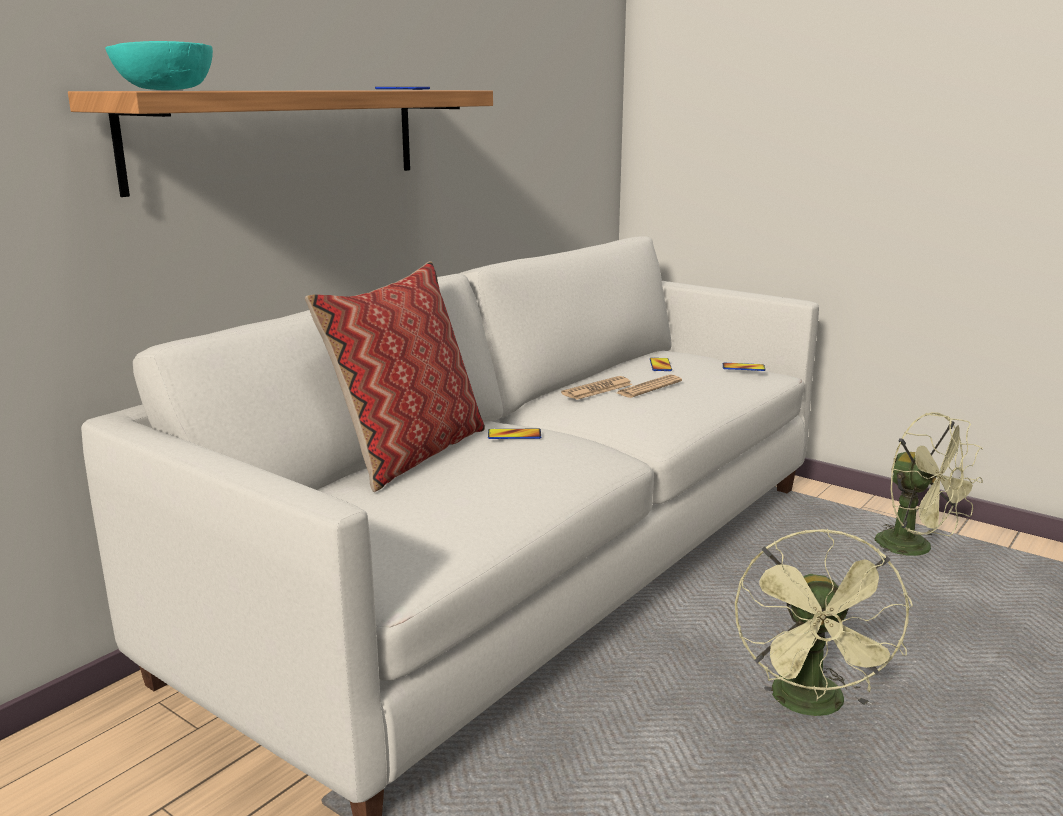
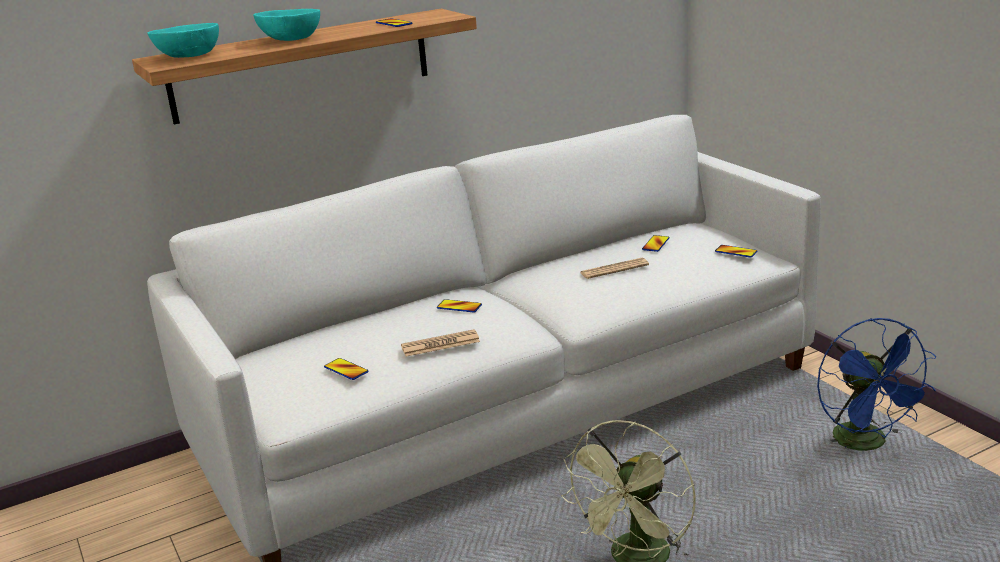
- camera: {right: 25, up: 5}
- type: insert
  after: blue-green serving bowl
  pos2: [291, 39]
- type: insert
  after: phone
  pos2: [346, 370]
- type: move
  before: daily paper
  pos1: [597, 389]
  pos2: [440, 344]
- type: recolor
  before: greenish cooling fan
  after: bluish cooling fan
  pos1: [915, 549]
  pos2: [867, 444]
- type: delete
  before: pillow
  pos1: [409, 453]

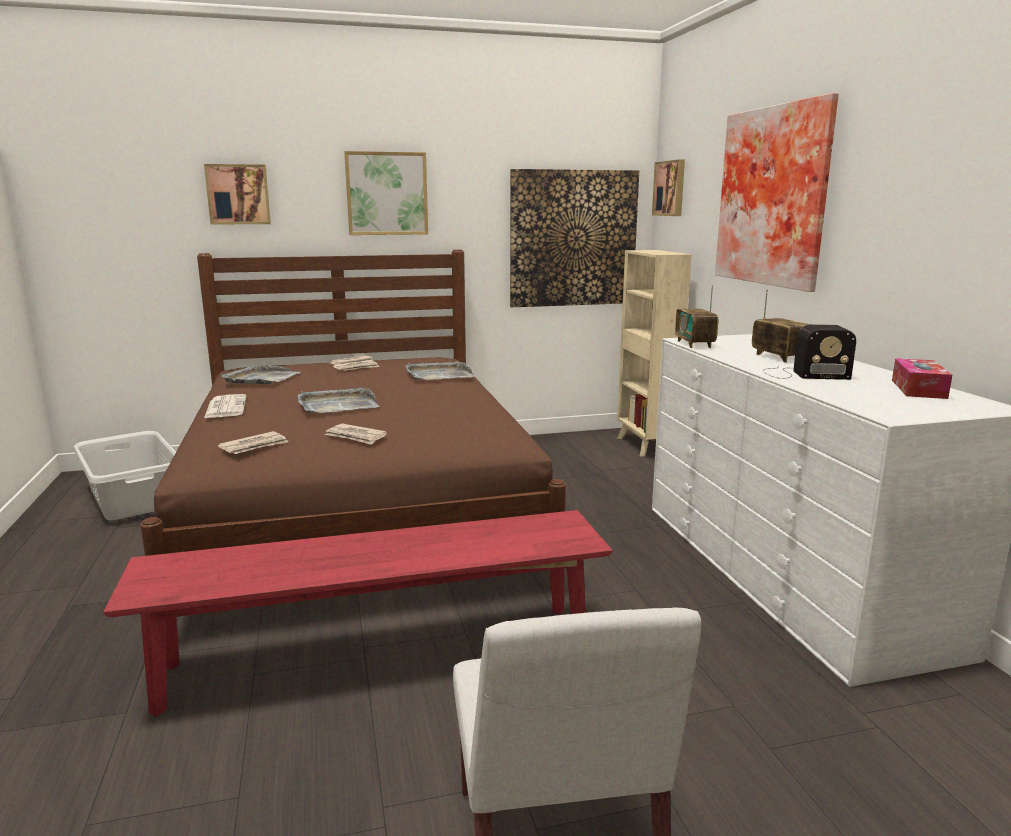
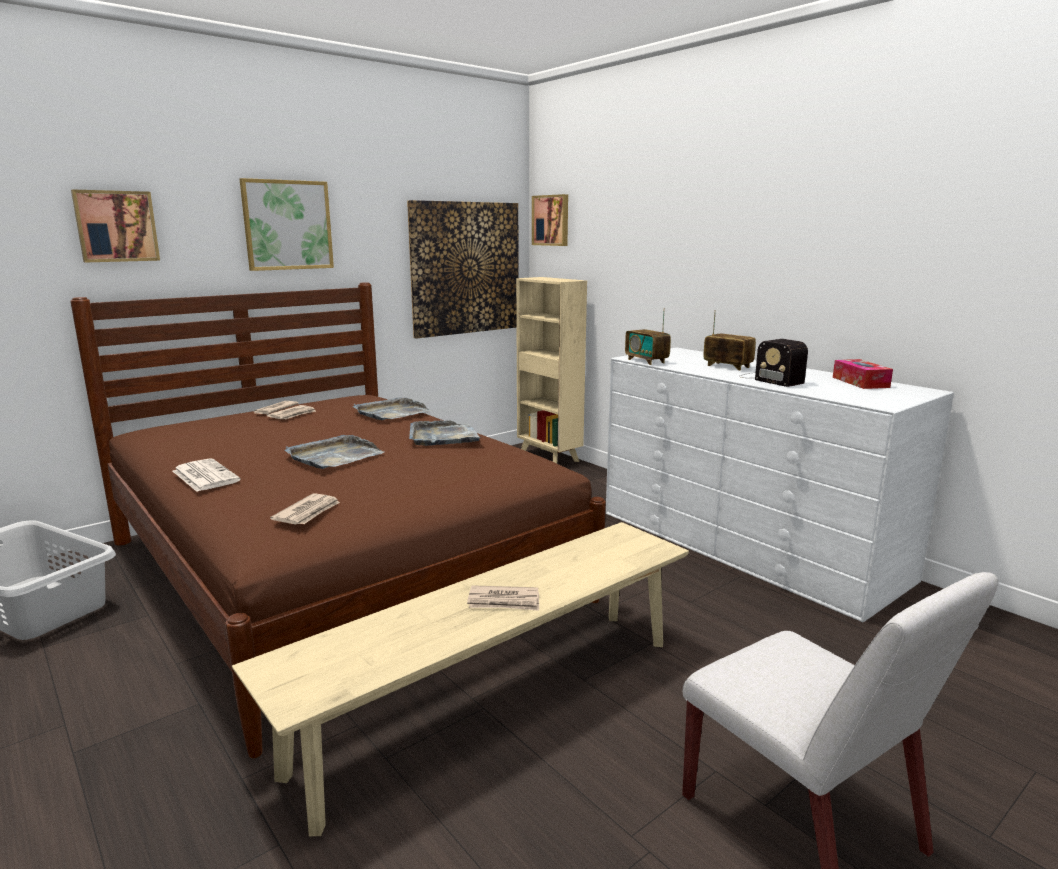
- camera: {right: -25, up: 0}
- type: recolor
  before: red-coloured bench
  after: beige-coloured bench
  pos1: [380, 656]
  pos2: [496, 702]
- type: move
  before: greyish tray
  pos1: [262, 378]
  pos2: [443, 436]
- type: move
  before: daily paper
  pos1: [356, 436]
  pos2: [504, 601]
- type: rotate
  before: radio set
  pos1: [802, 374]
  pos2: [769, 379]
  turn: 75
- type: delete
  before: wall picture
  pos1: [776, 196]

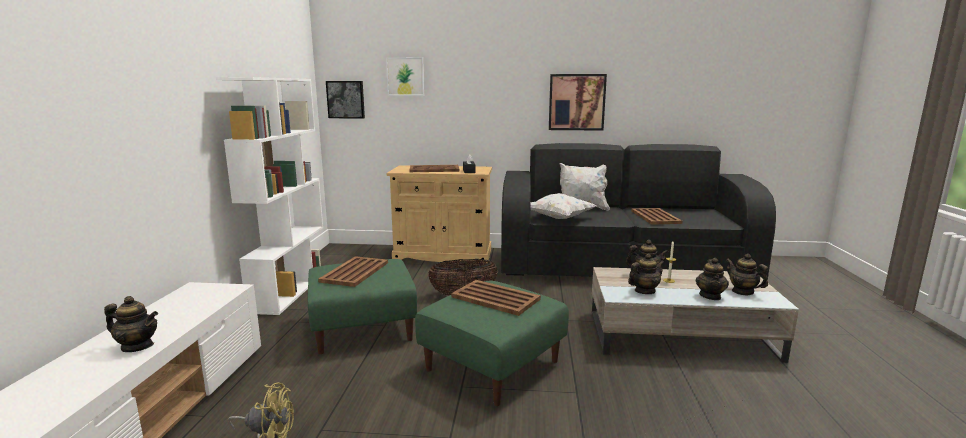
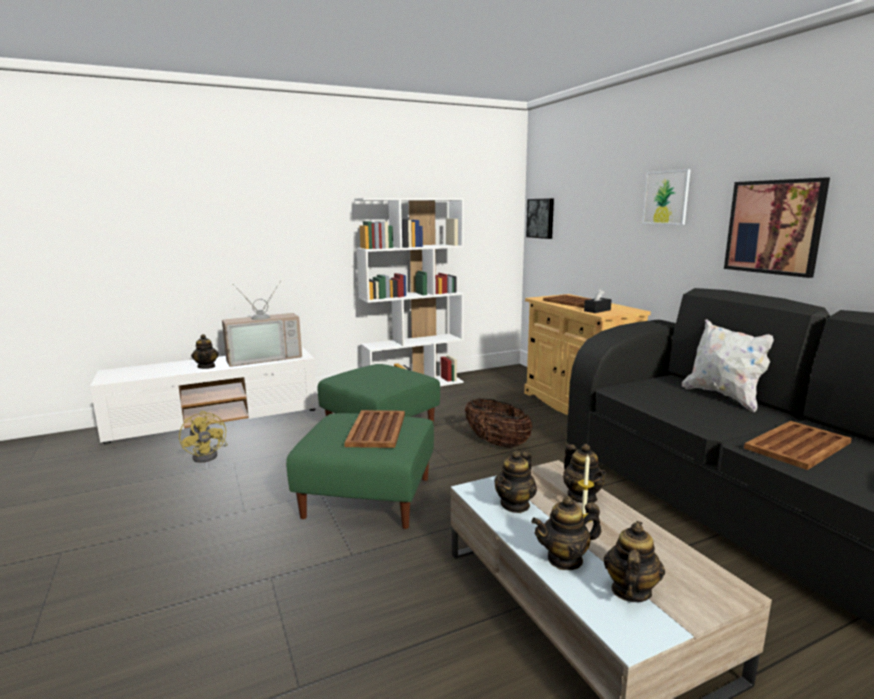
- camera: {right: 60, up: 0}
- type: insert
  after: TV
  pos2: [264, 358]
- type: rotate
  before: tea pot
  pos1: [644, 291]
  pos2: [515, 505]
  turn: 90
- type: move
  before: wall picture
  pos1: [405, 76]
  pos2: [666, 197]
- type: delete
  before: brownish tray
  pos1: [354, 272]
- type: delete
  before: white pillow
  pos1: [558, 218]

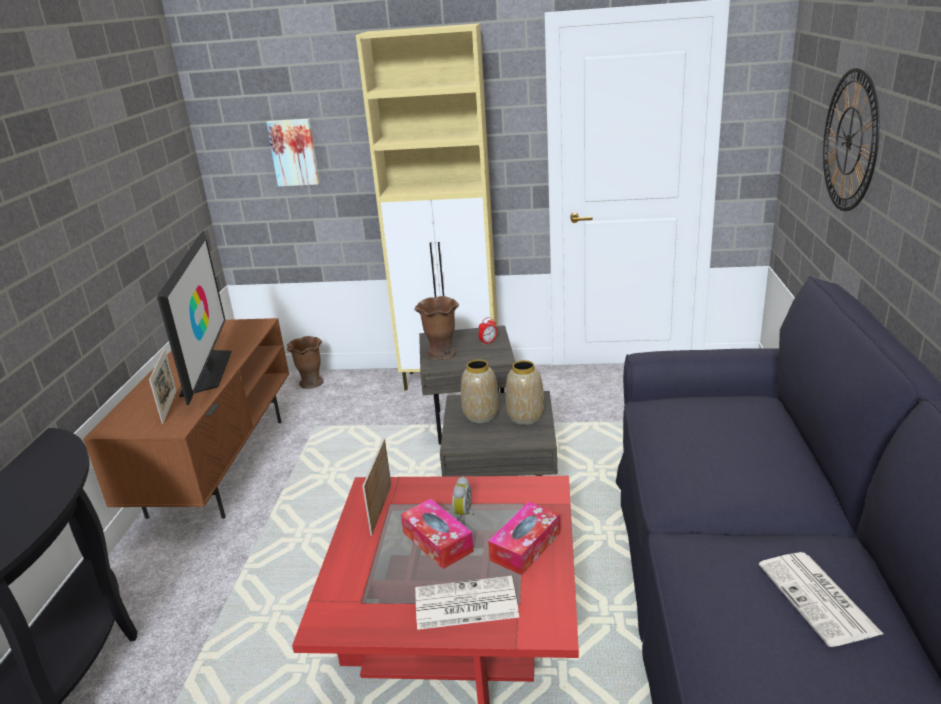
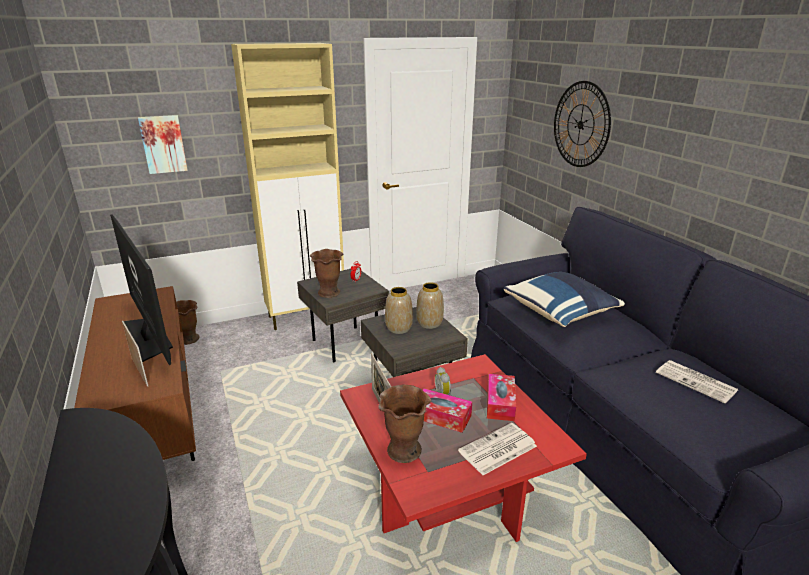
- camera: {right: -30, up: 0}
- type: insert
  after: brownish decorative vase
  pos2: [404, 450]
- type: insert
  after: bluish pillow
  pos2: [561, 313]

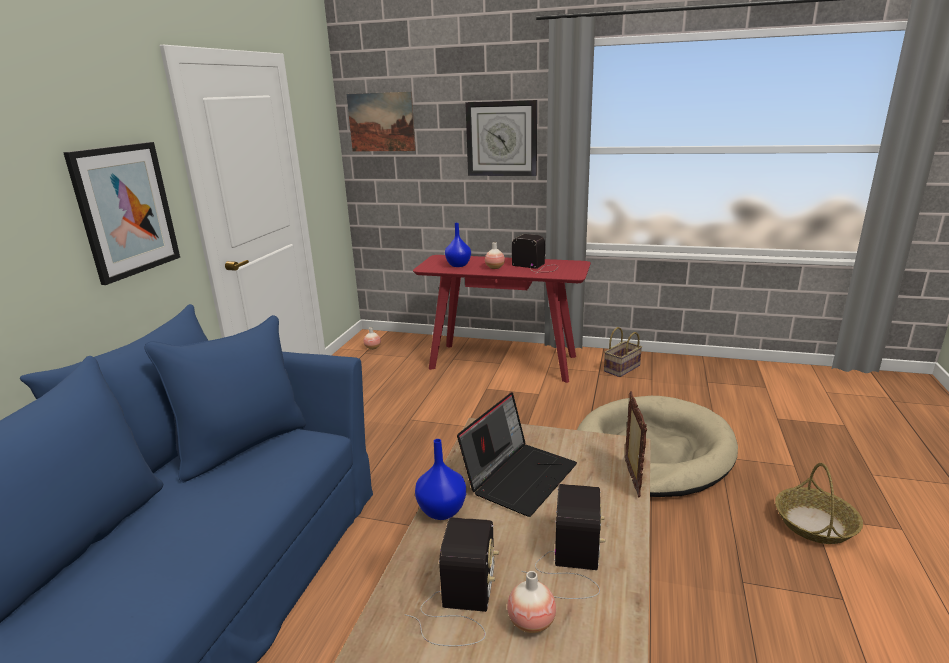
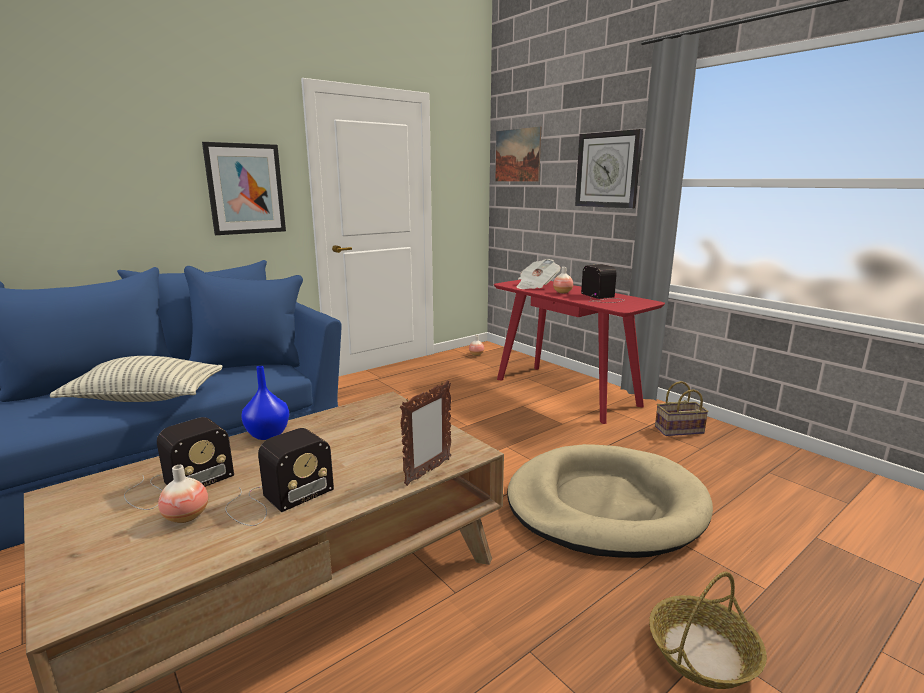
- camera: {right: 35, up: -5}
- type: insert
  after: pillow
  pos2: [146, 398]
- type: replace
  before: bluish decorative vase
  after: daily paper
  pos1: [458, 265]
  pos2: [536, 286]
- type: delete
  before: portable computer
  pos1: [519, 476]

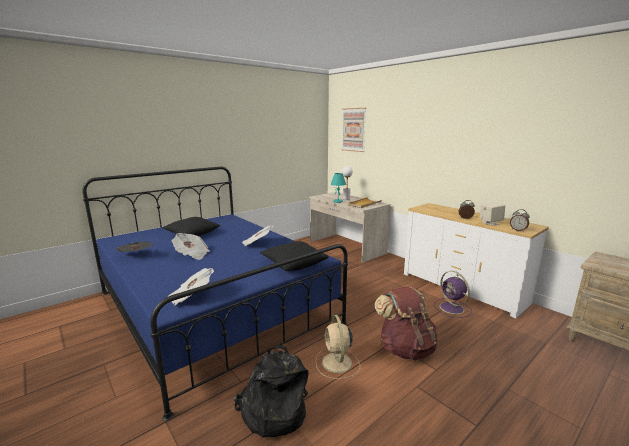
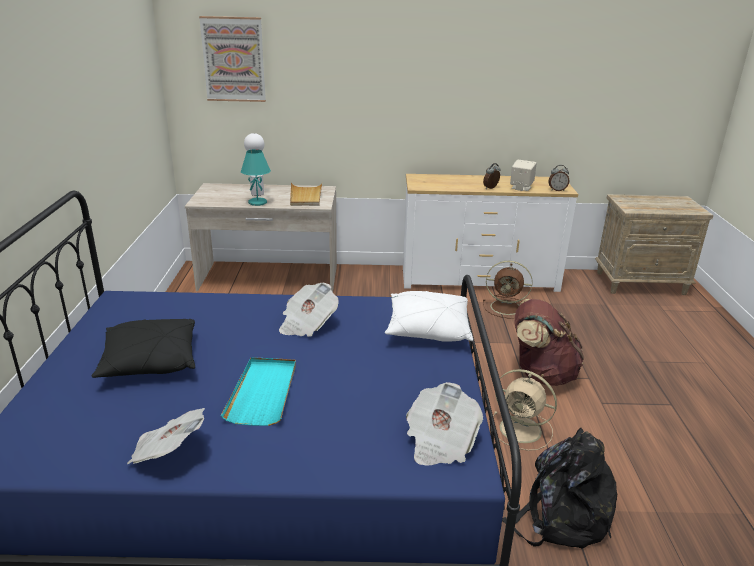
- camera: {right: -50, up: 10}
- type: replace
  before: daily paper
  after: blue-green tray
  pos1: [192, 254]
  pos2: [263, 393]
- type: recolor
  before: blackish pillow
  after: white pillow
  pos1: [293, 264]
  pos2: [427, 329]
- type: recolor
  before: purple-coloured cooling fan
  after: brownish cooling fan
  pos1: [452, 308]
  pos2: [507, 308]

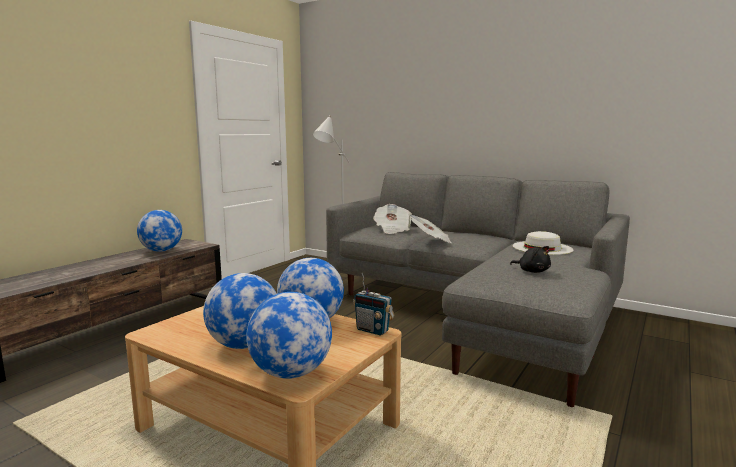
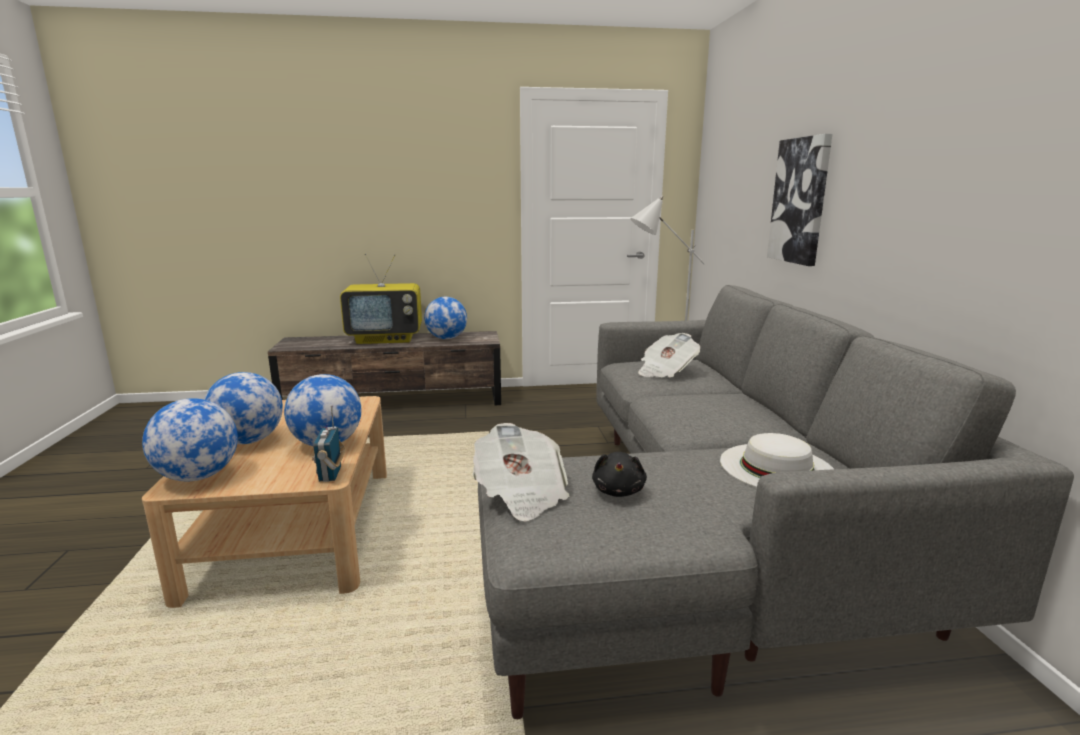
- camera: {right: 50, up: 5}
- type: insert
  after: TV
  pos2: [386, 339]
- type: move
  before: daily paper
  pos1: [430, 240]
  pos2: [521, 494]
- type: insert
  after: wall picture
  pos2: [800, 201]

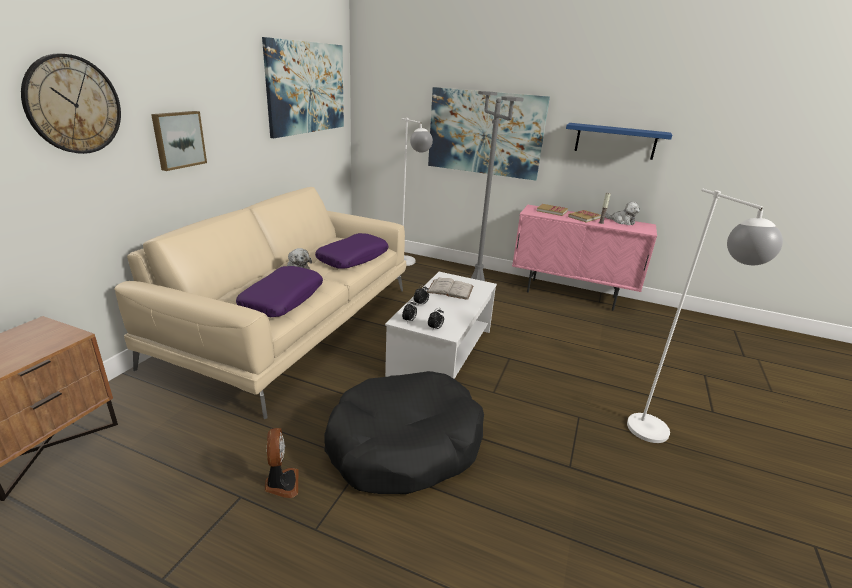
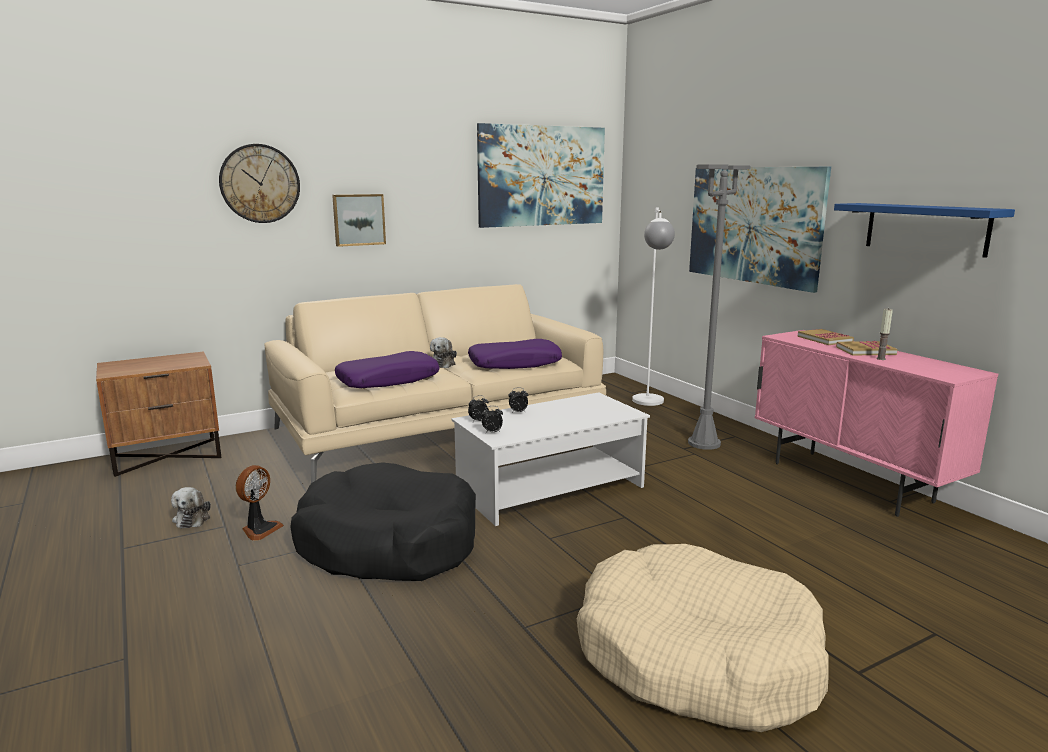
- camera: {right: 40, up: -10}
- type: move
  before: plush toy
  pos1: [621, 221]
  pos2: [192, 518]
- type: replace
  before: white standard lamp
  after: beige-coloured pet bed
  pos1: [658, 439]
  pos2: [696, 657]
- type: delete
  before: white bound book
  pos1: [450, 289]

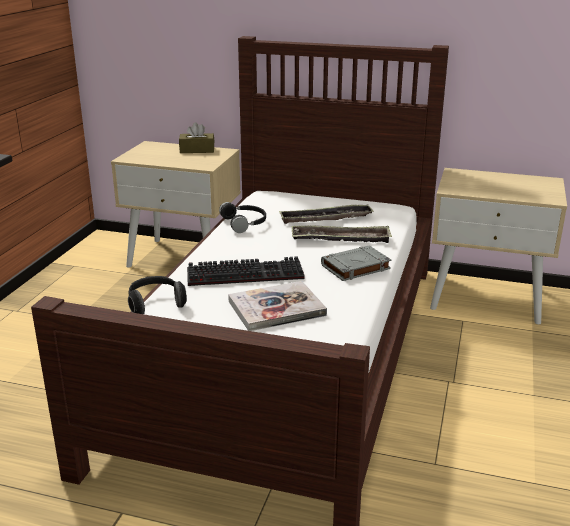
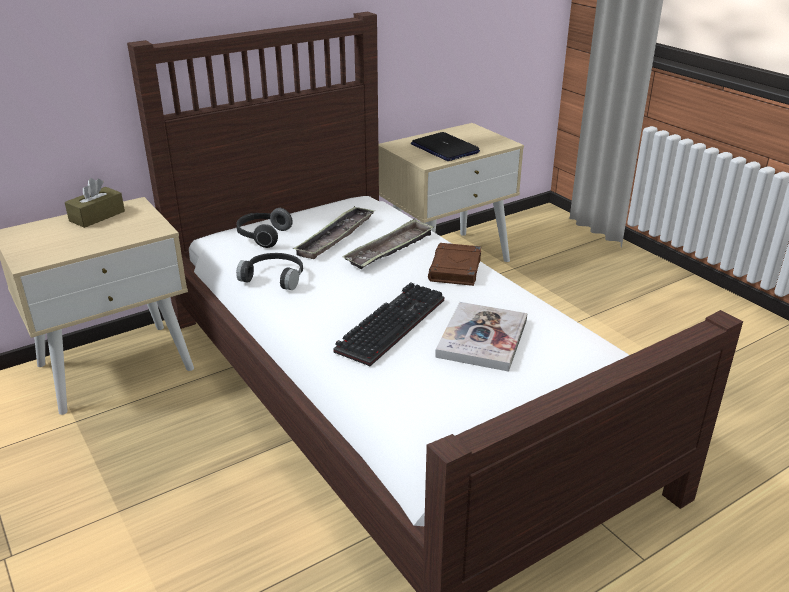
- camera: {right: -50, up: 5}
- type: move
  before: headphones
  pos1: [155, 304]
  pos2: [263, 237]
- type: insert
  after: portable computer
  pos2: [444, 148]
- type: recolor
  before: greyish bound book
  after: brownish bound book
  pos1: [355, 267]
  pos2: [455, 269]

